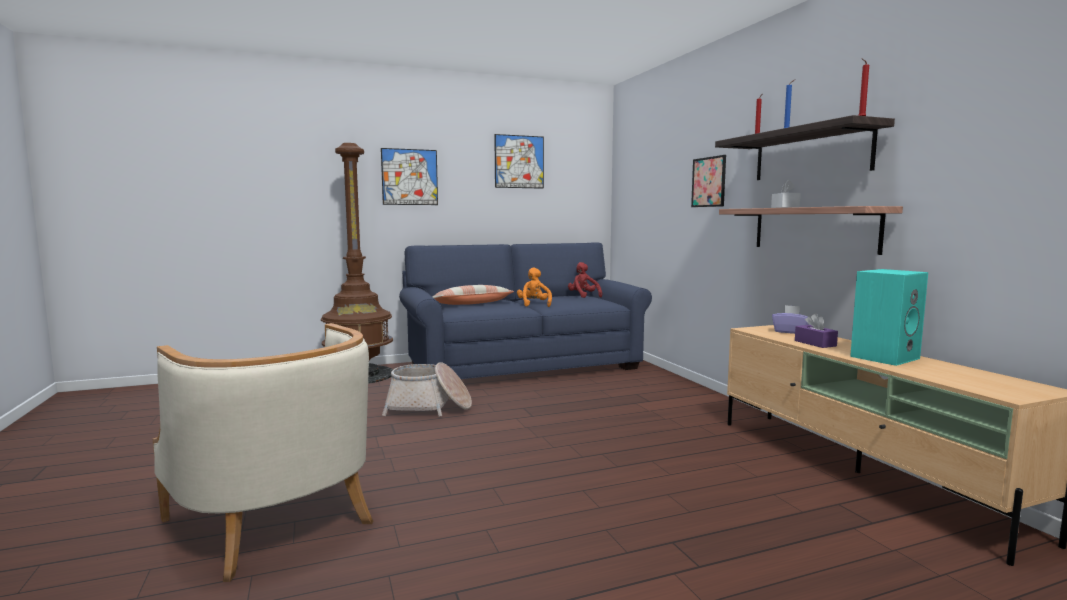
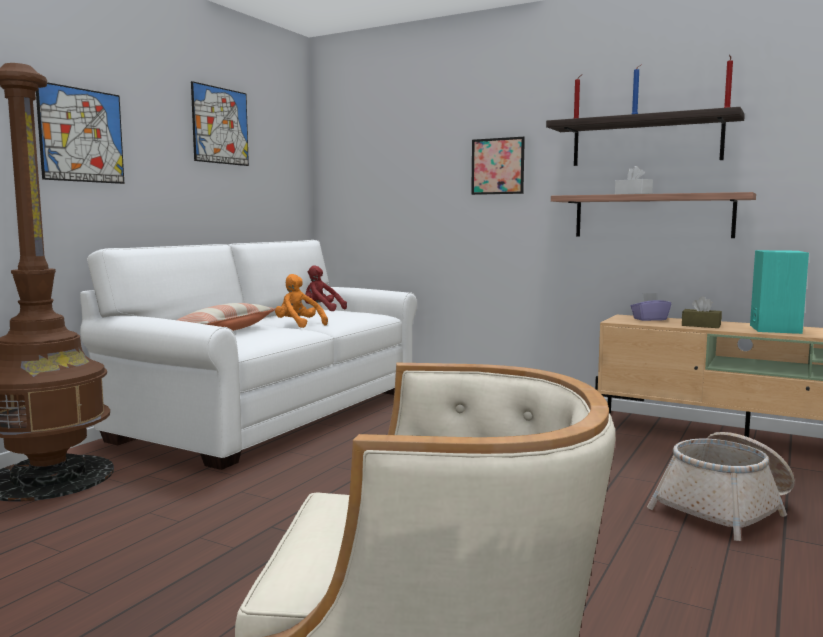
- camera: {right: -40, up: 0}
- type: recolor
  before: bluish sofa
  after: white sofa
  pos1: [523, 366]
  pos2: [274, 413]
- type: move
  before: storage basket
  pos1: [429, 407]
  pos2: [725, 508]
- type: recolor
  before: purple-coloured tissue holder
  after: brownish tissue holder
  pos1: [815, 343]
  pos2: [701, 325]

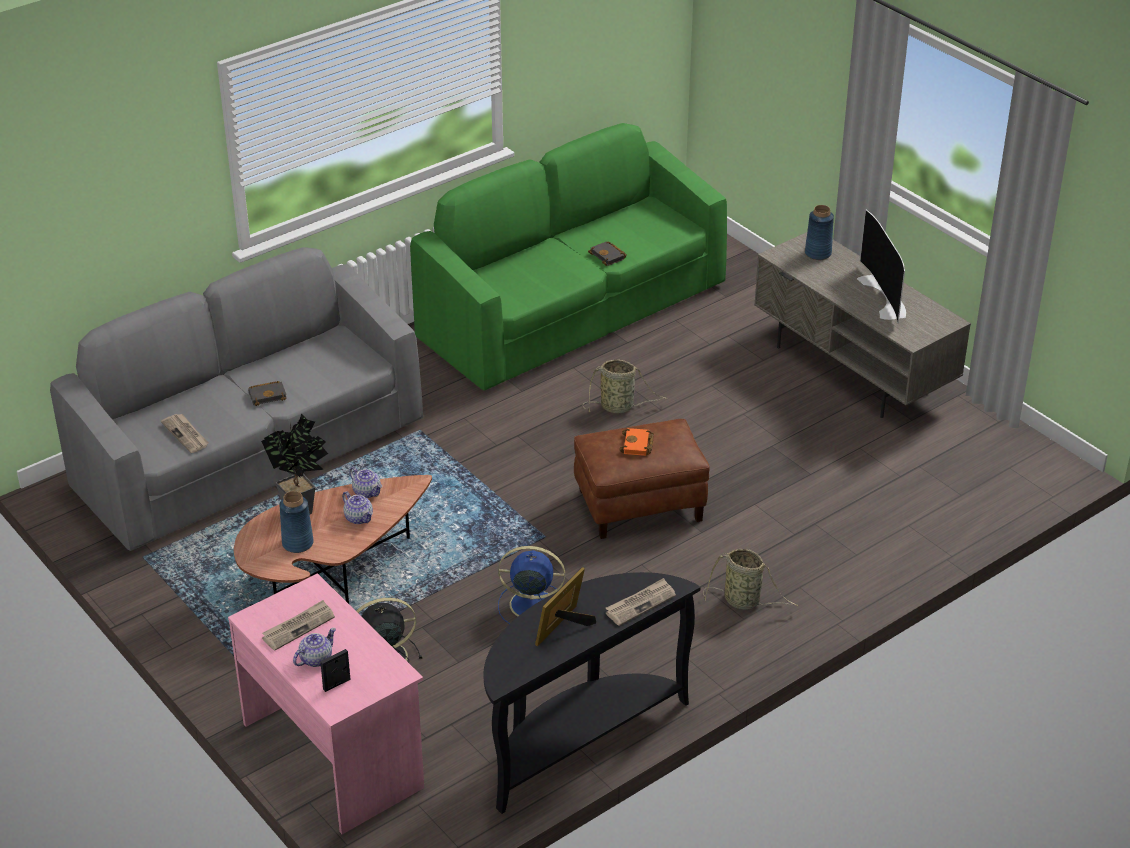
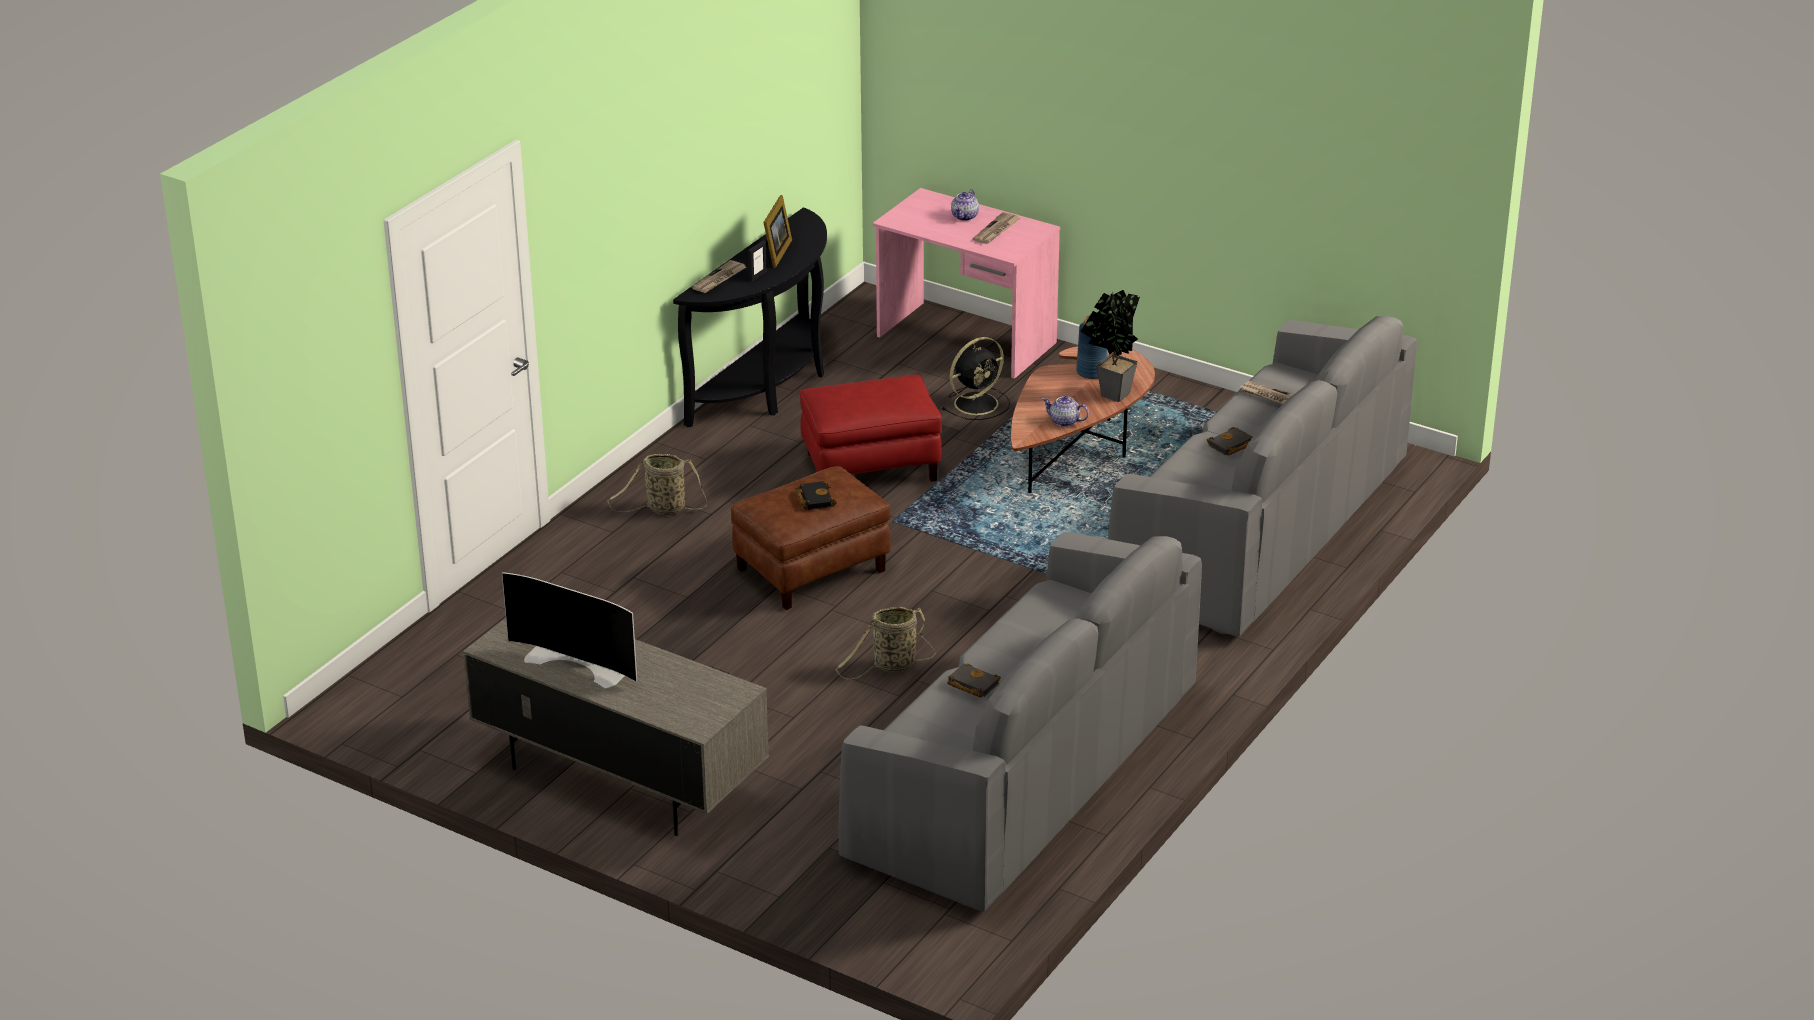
- camera: {right: 160, up: -5}
- type: rotate
  before: TV
  pos1: [885, 296]
  pos2: [578, 663]
  turn: 150
- type: move
  before: photo frame
  pos1: [337, 684]
  pos2: [757, 275]
- type: recolor
  before: orange bound book
  after: blackish bound book
  pos1: [638, 445]
  pos2: [814, 499]
- type: replace
  before: bluish cooling fan
  after: red-coloured pouffe
  pos1: [529, 604]
  pos2: [871, 466]
- type: recolor
  before: greenish sofa
  after: greyish sofa
  pos1: [573, 313]
  pos2: [1023, 774]
- type: delete
  before: tea pot
  pos1: [359, 518]
- type: delete
  before: bluish decorative vase
  pos1: [818, 253]

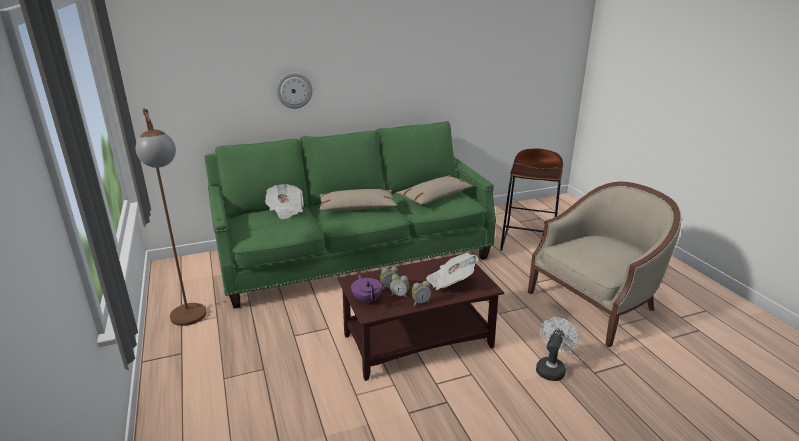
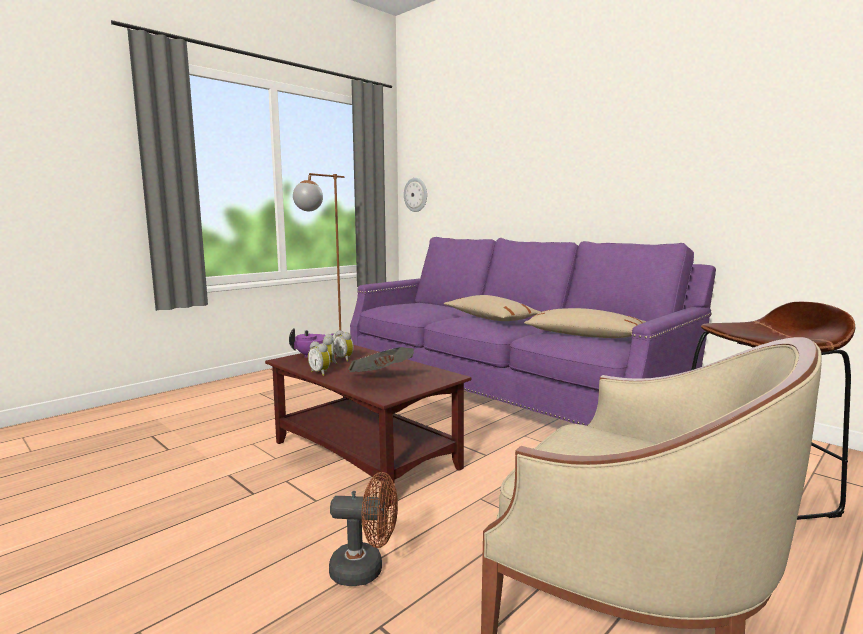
- camera: {right: 65, up: -15}
- type: recolor
  before: white cooling fan
  after: brownish cooling fan
  pos1: [551, 368]
  pos2: [365, 570]
- type: recolor
  before: greenish sofa
  after: purple-coloured sofa
  pos1: [355, 255]
  pos2: [506, 392]
- type: move
  before: clock on the wall
  pos1: [294, 90]
  pos2: [416, 195]
- type: delete
  before: daily paper
  pos1: [285, 210]

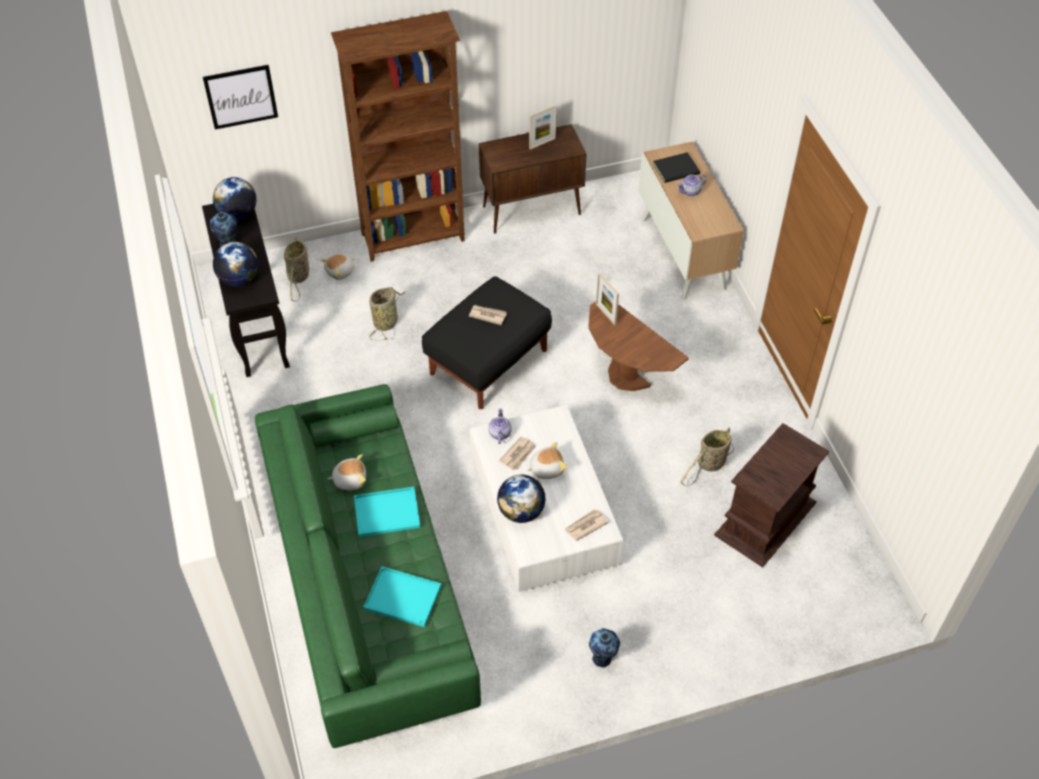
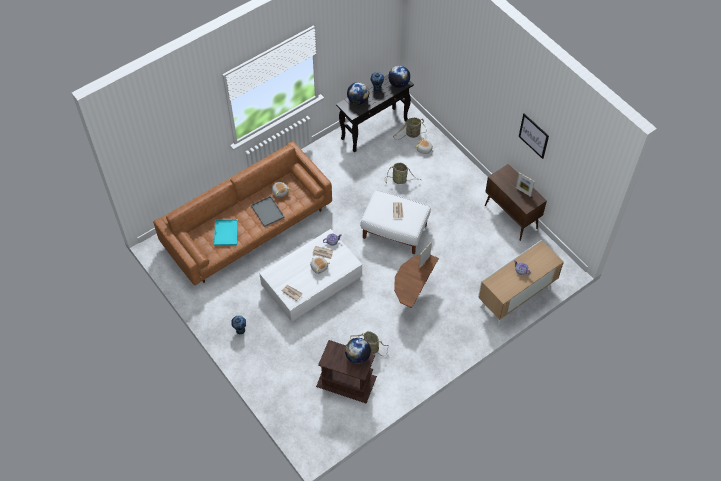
- camera: {right: 70, up: 5}
- type: recolor
  before: greenish sofa
  after: brownish sofa
  pos1: [368, 582]
  pos2: [247, 227]
- type: recolor
  before: blue-green tray
  after: greyish tray
  pos1: [388, 511]
  pos2: [268, 212]
- type: move
  before: globe
  pos1: [521, 511]
  pos2: [357, 356]
- type: recolor
  before: blackish pouffe
  after: white pouffe
  pos1: [489, 361]
  pos2: [395, 231]
- type: move
  before: wall picture
  pos1: [241, 96]
  pos2: [533, 136]
- type: delete
  before: brownish bookcase
  pos1: [414, 238]
- type: delete
  before: blackish bound book
  pos1: [677, 169]

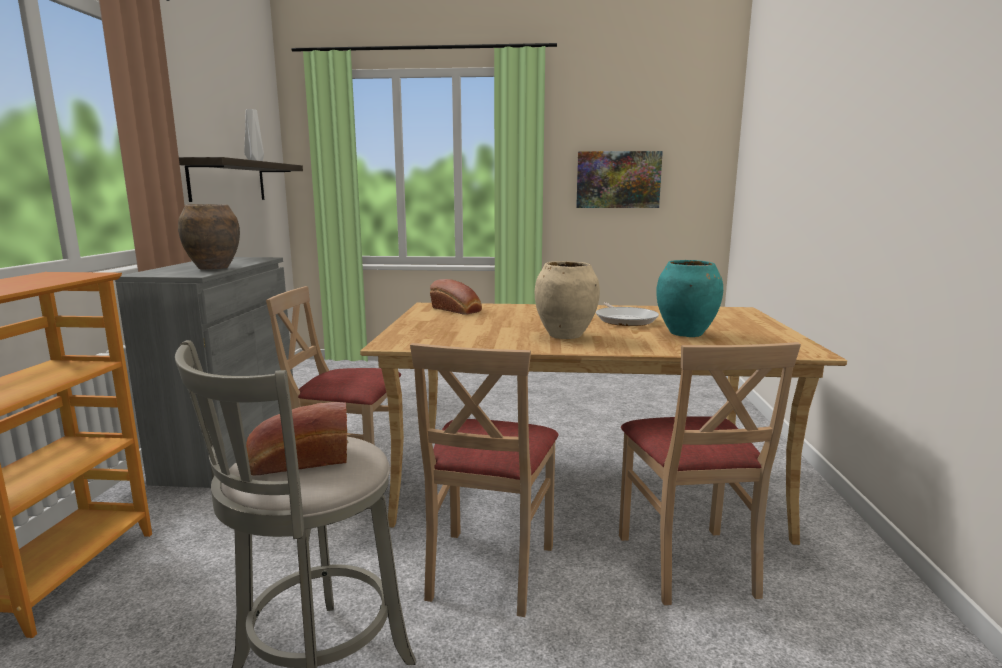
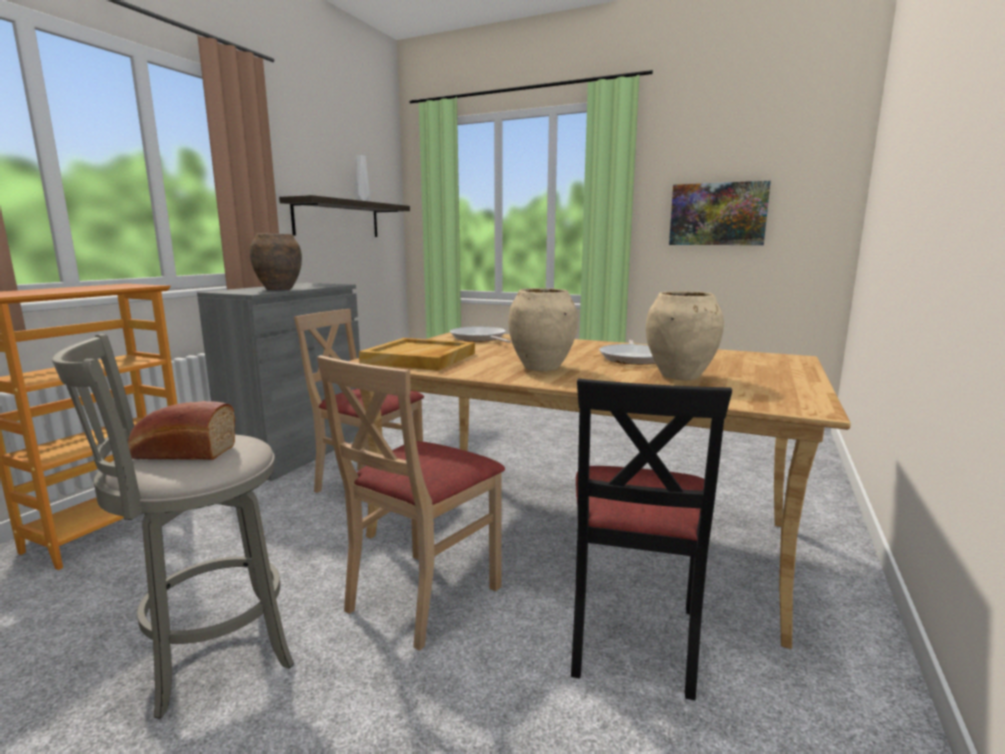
- camera: {right: 20, up: 0}
- type: insert
  after: beige-coloured tray
  pos2: [420, 358]
- type: replace
  before: bread
  after: skillet
  pos1: [457, 310]
  pos2: [479, 338]
- type: recolor
  before: beige-coloured chair
  after: blackish chair
  pos1: [687, 563]
  pos2: [632, 638]
- type: recolor
  before: blue-green decorative vase
  after: beige-coloured decorative vase
  pos1: [686, 333]
  pos2: [681, 376]

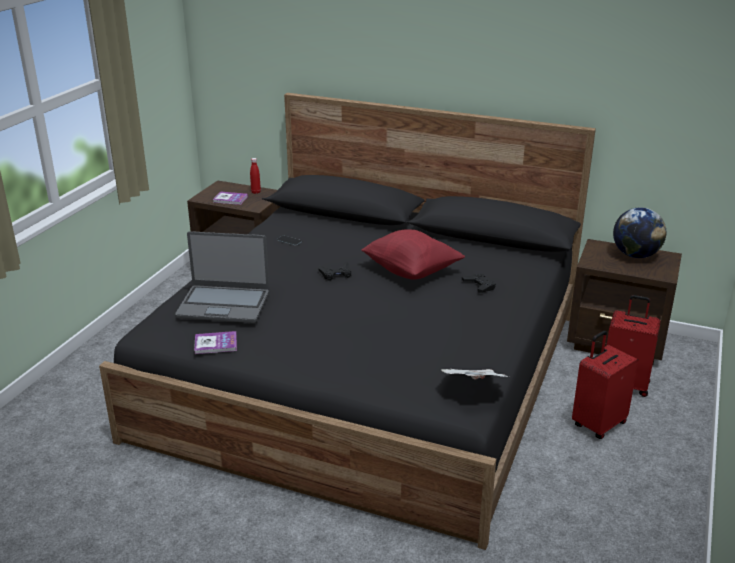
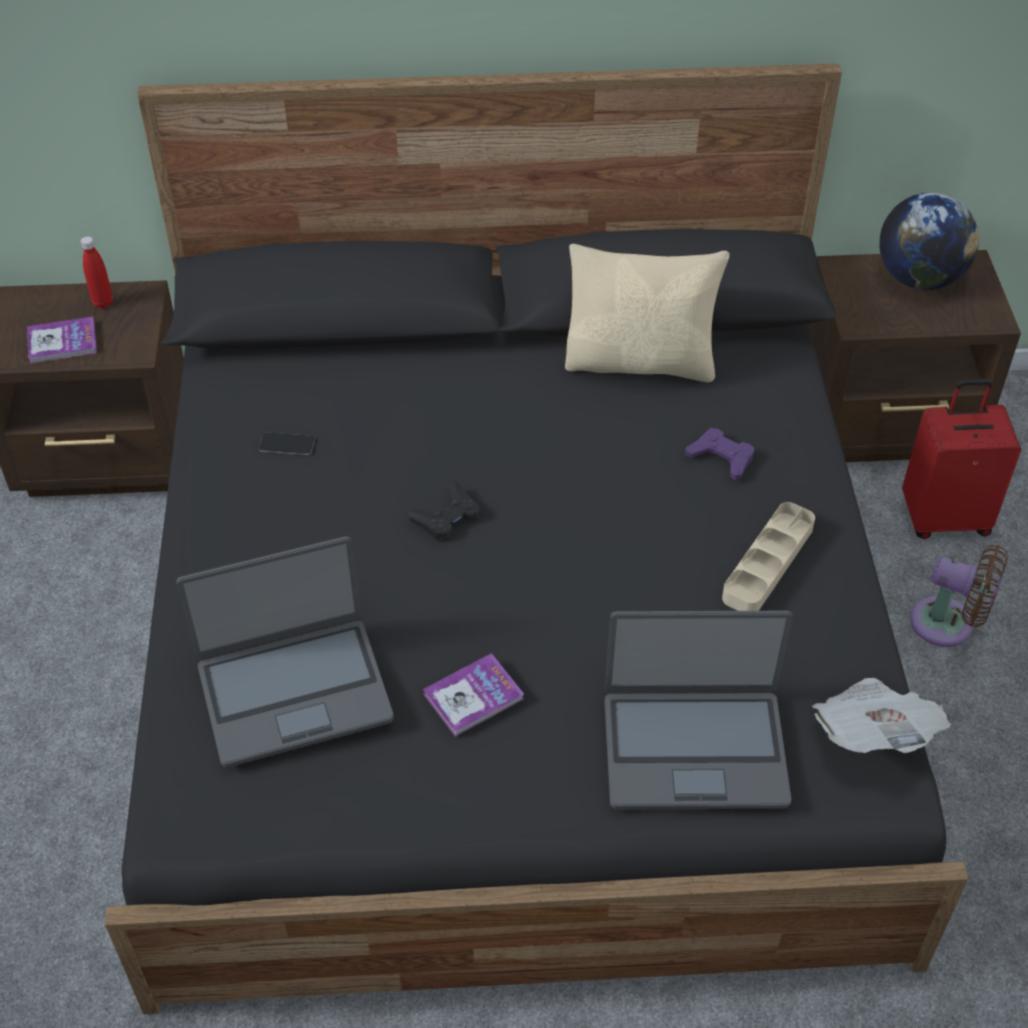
- camera: {right: -25, up: 20}
- type: move
  before: bound book
  pos1: [215, 344]
  pos2: [473, 696]
- type: insert
  after: beige-coloured pillow
  pos2: [641, 362]
- type: insert
  after: portable computer
  pos2: [694, 748]
- type: recolor
  before: blackish game controller
  after: purple-coloured game controller
  pos1: [479, 286]
  pos2: [721, 458]
- type: insert
  after: beige-coloured tray
  pos2: [768, 563]
- type: replace
  before: red-coloured travel case
  after: brownish cooling fan
  pos1: [598, 424]
  pos2: [948, 625]
- type: delete
  before: red-coloured pillow
  pos1: [411, 271]

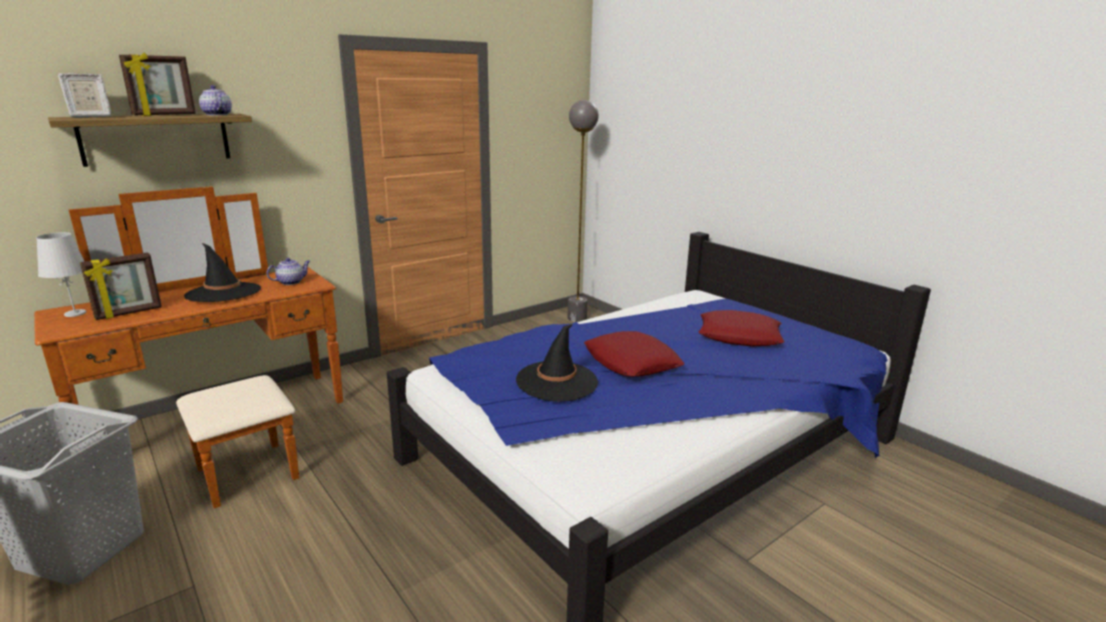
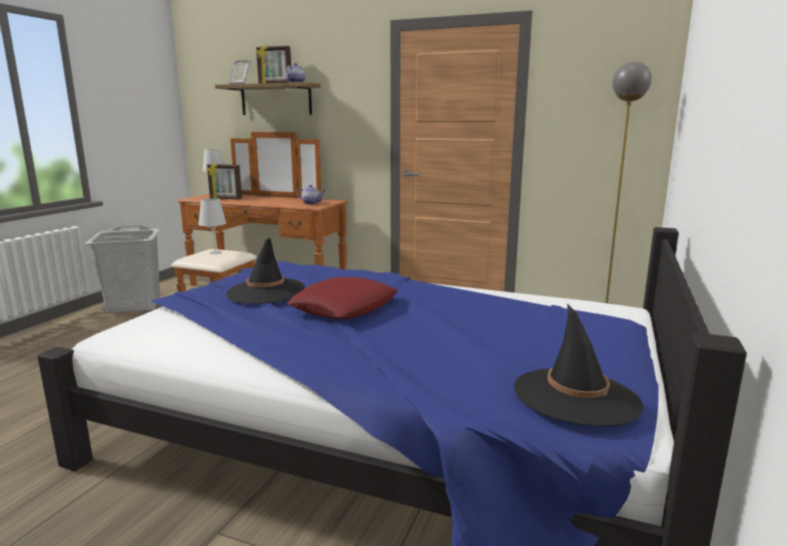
- camera: {right: 60, up: -5}
- type: insert
  after: white tabletop lamp
  pos2: [215, 252]
- type: move
  before: blackish hat
  pos1: [223, 293]
  pos2: [576, 397]
- type: delete
  before: red-coloured pillow
  pos1: [739, 336]

